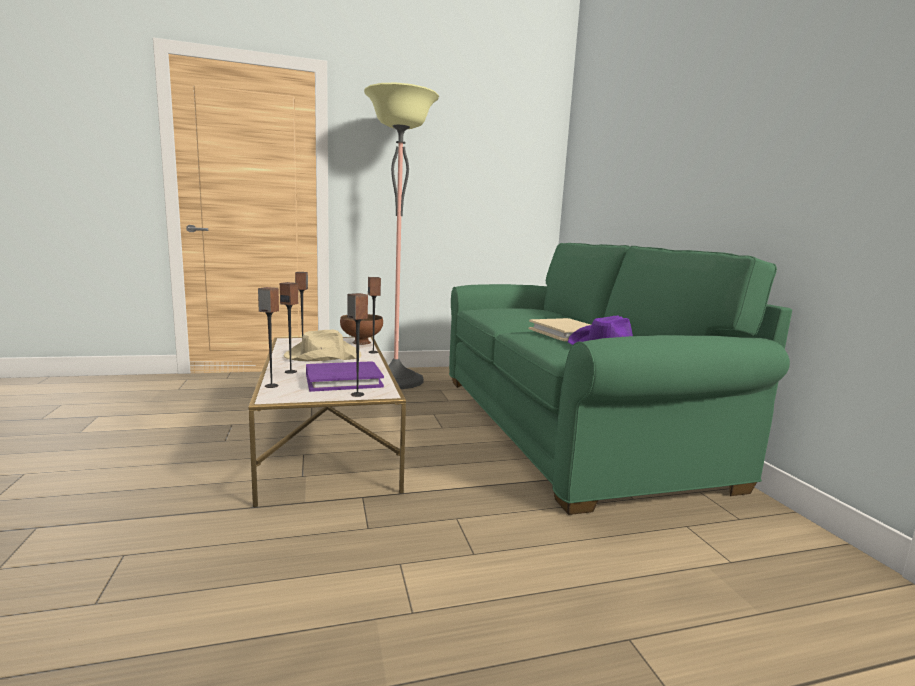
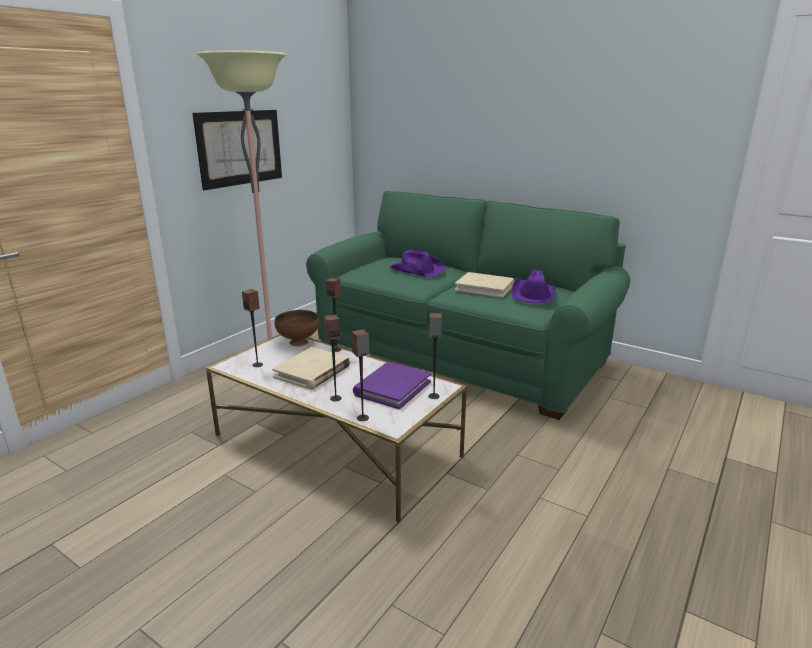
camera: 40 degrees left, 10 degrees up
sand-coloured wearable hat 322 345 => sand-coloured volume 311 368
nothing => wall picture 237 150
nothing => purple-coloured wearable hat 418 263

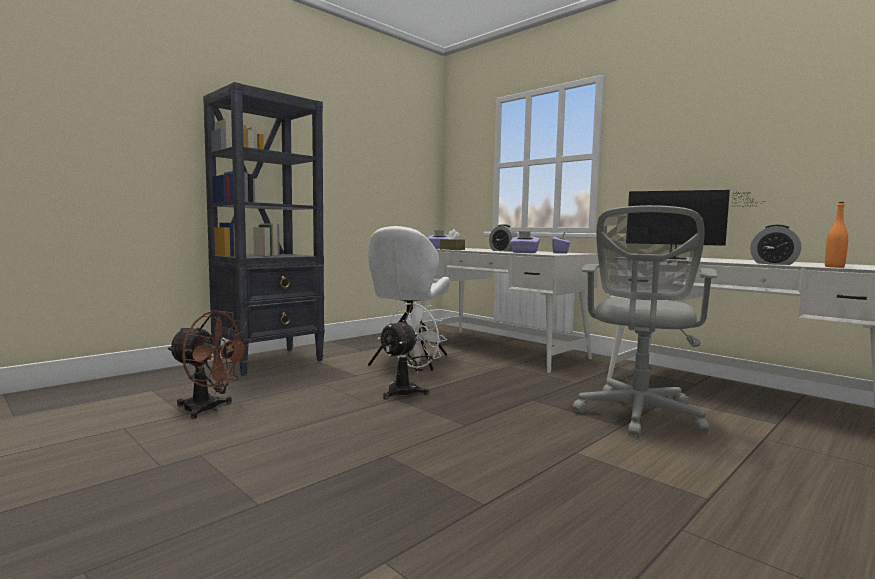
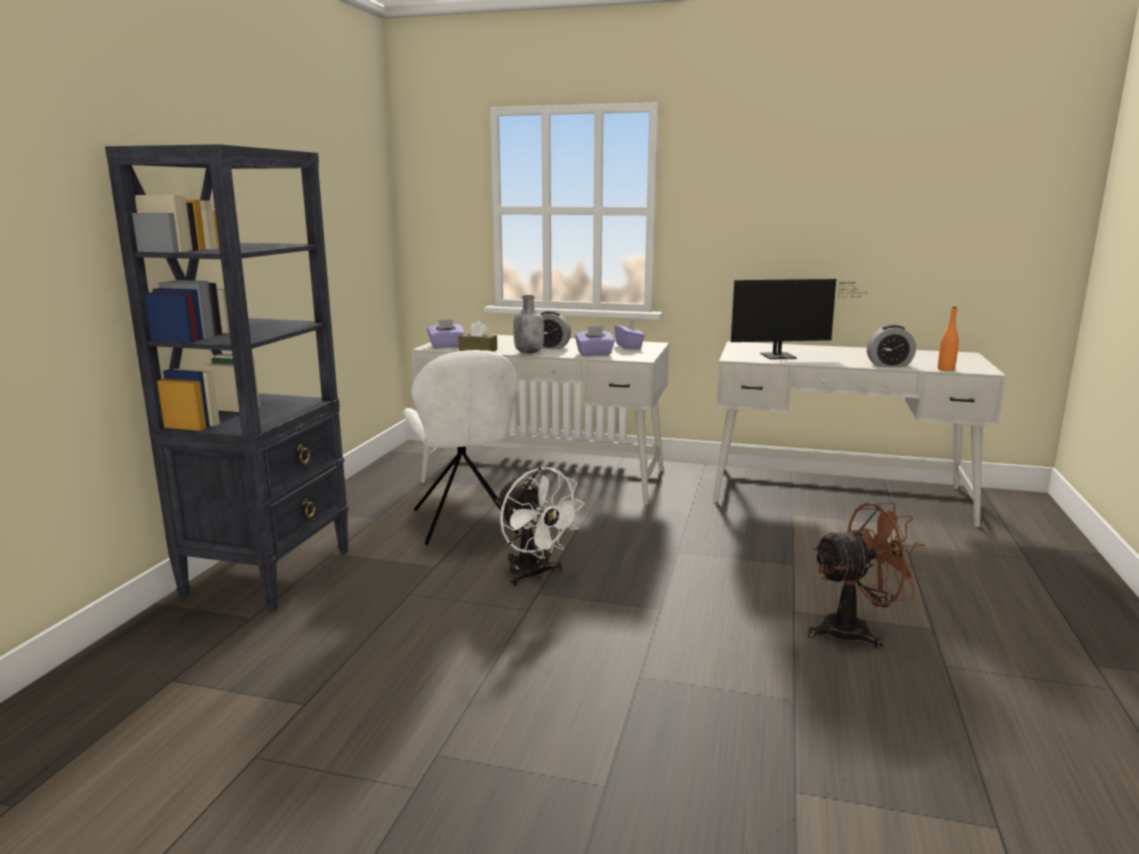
camera: 30 degrees left, 10 degrees up
gray desk chair 645 321 => nothing
white-coloured cooling fan 412 350 => white-coloured cooling fan 540 526, 135 degrees clockwise
brownish cooling fan 209 364 => brownish cooling fan 866 575, moved
nothing => gray bottle 528 324

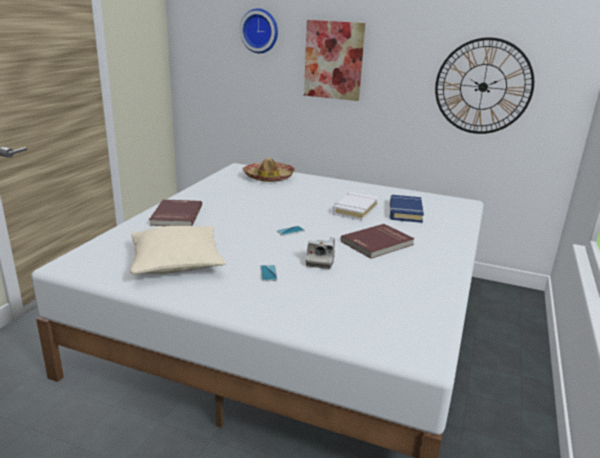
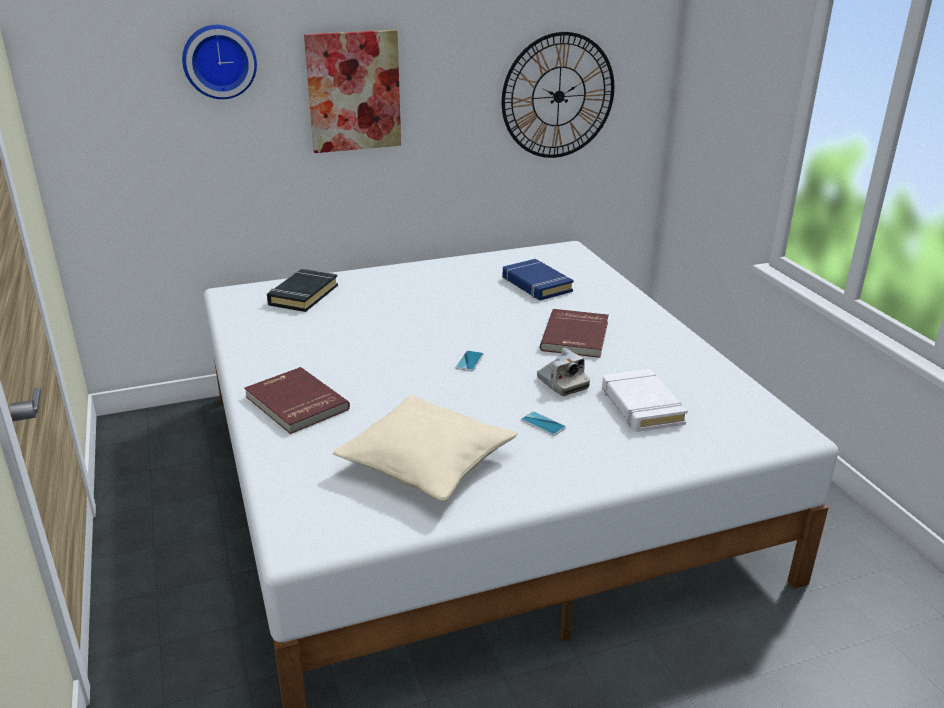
camera: 40 degrees left, 5 degrees up
wearable hat 268 170 => black-coloured volume 302 290
white-coloured volume 355 206 => white-coloured volume 645 400, moved

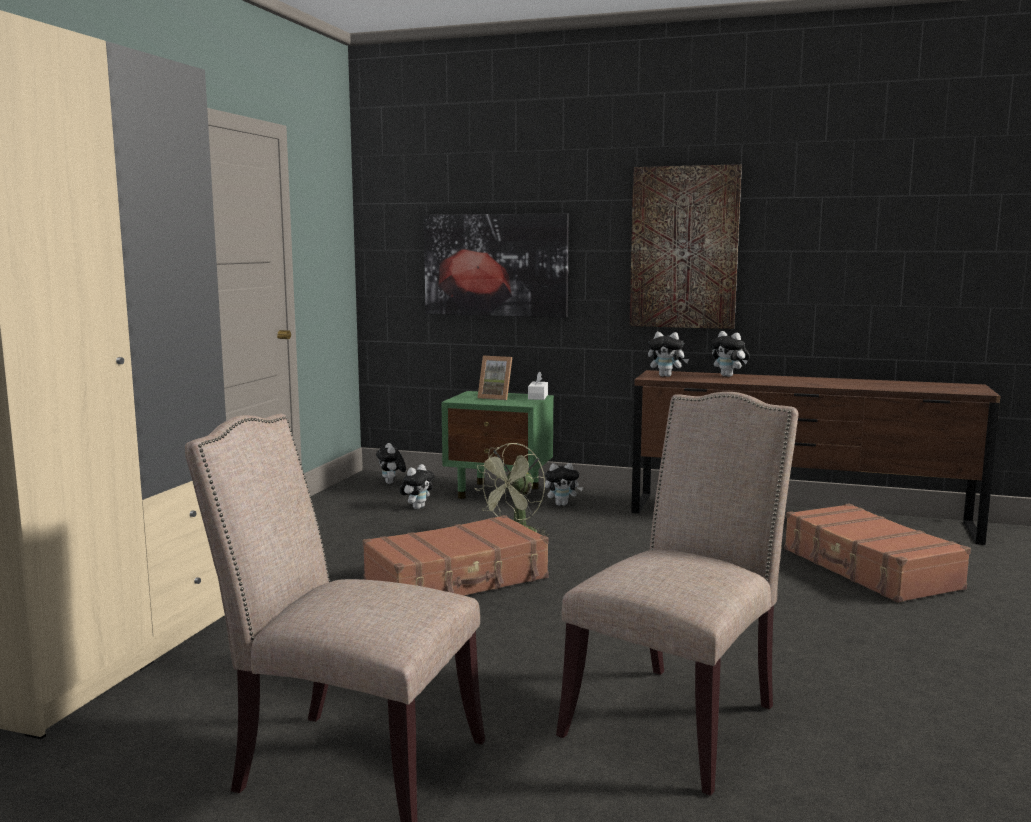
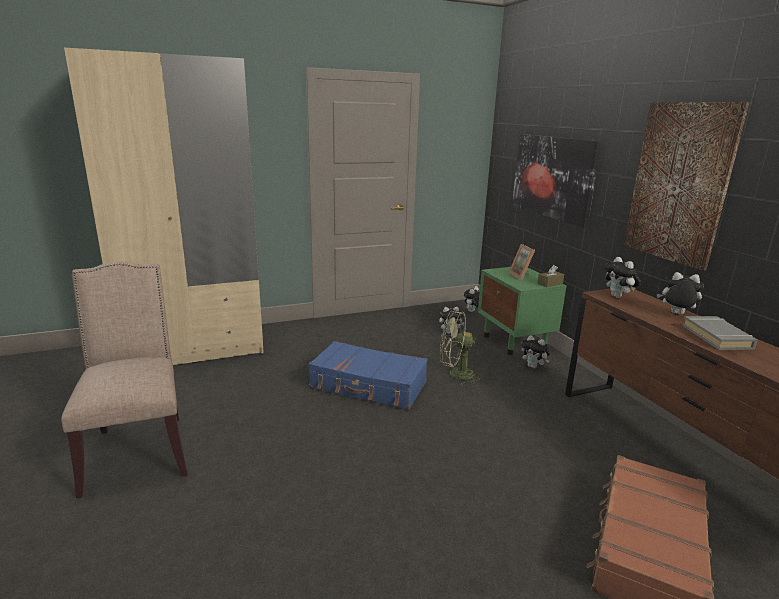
camera: 50 degrees right, 10 degrees up
soft toy 730 354 => soft toy 680 293, 105 degrees clockwise
white-coloured box of tissues 538 385 => brownish box of tissues 550 276
sand-coloured upright chair 677 594 => nothing
brownish suitcase 456 555 => blue suitcase 367 375
nothing => gray volume 720 333

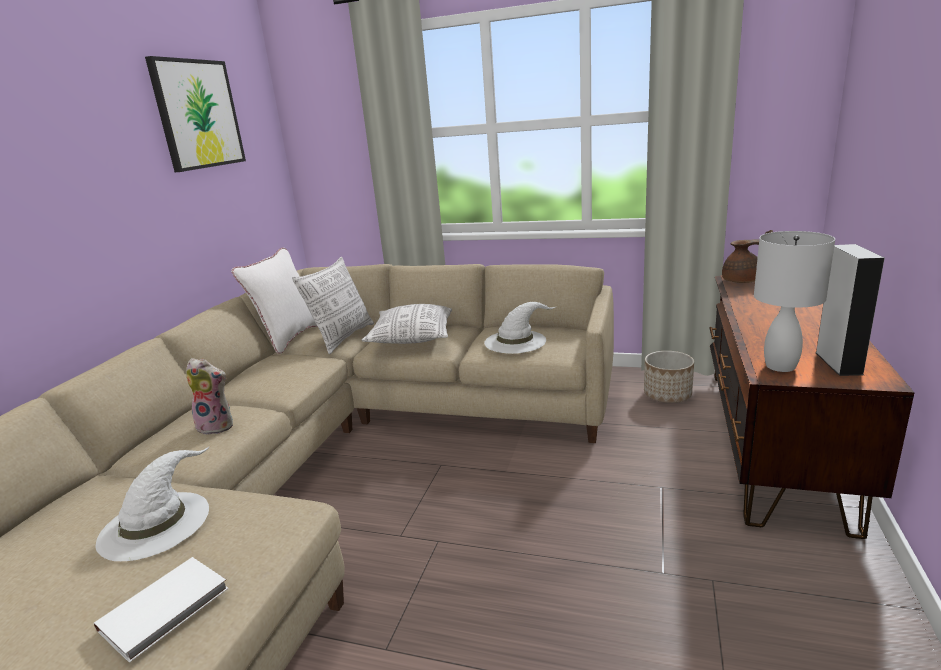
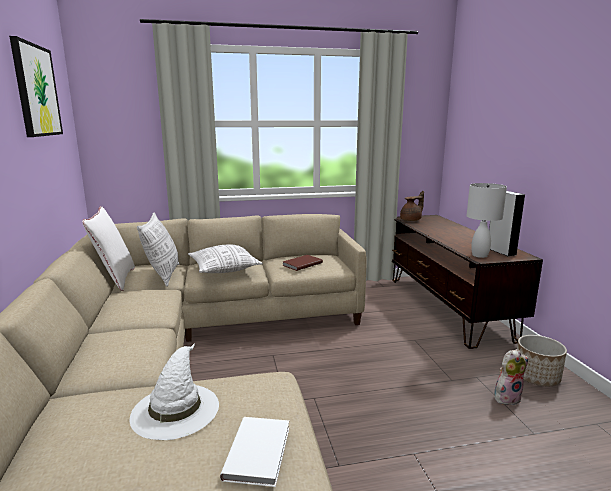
camera: 30 degrees left, 5 degrees down
white-coloured wearable hat 520 328 => brownish volume 302 263
flower pot 669 377 => flower pot 542 360, moved
soft toy 209 396 => soft toy 511 377, moved

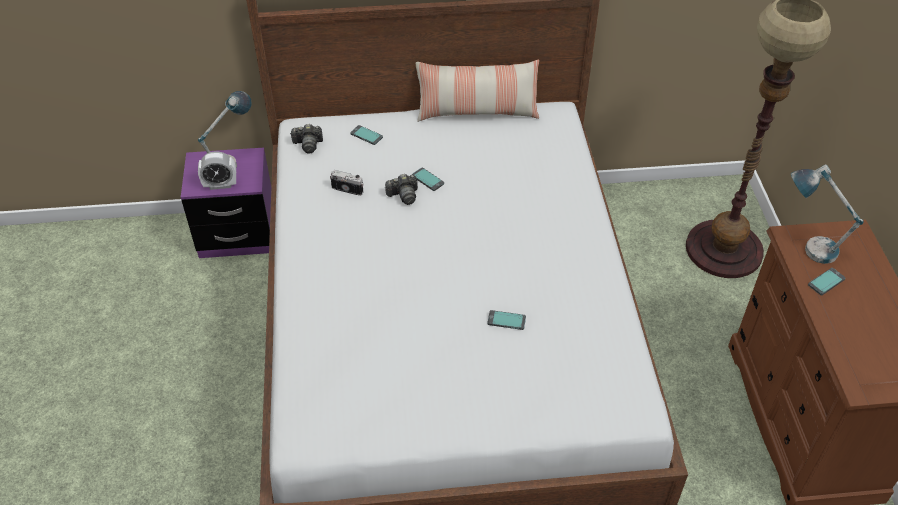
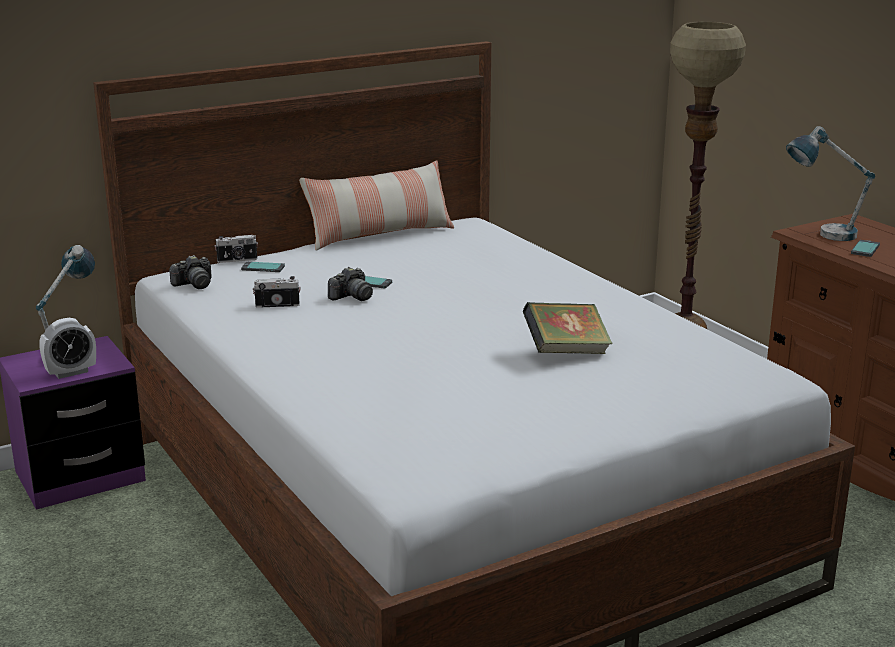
camera: 25 degrees left, 25 degrees down
telephone 506 320 => volume 567 328
nothing => photo camera 236 249

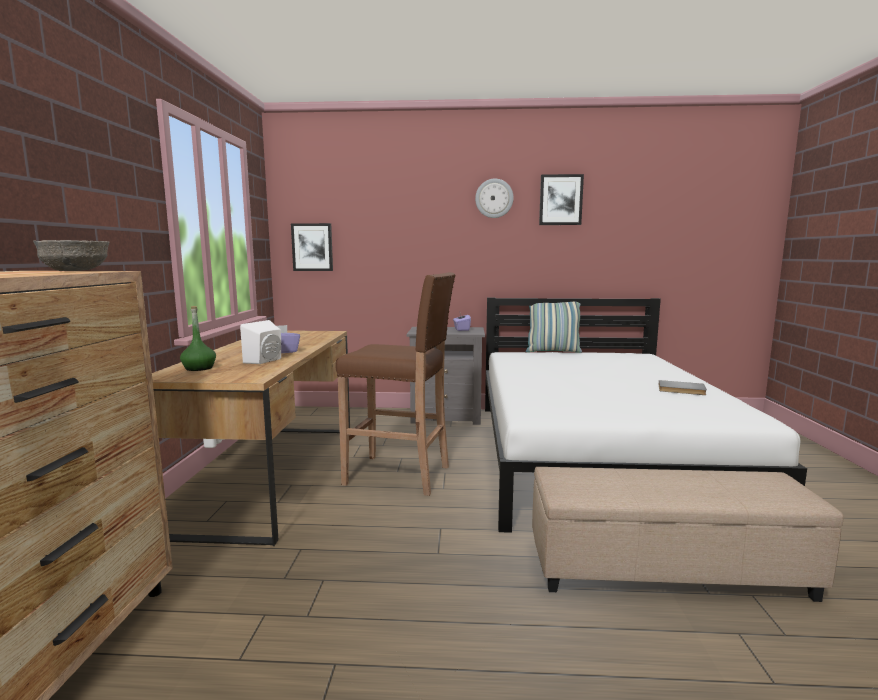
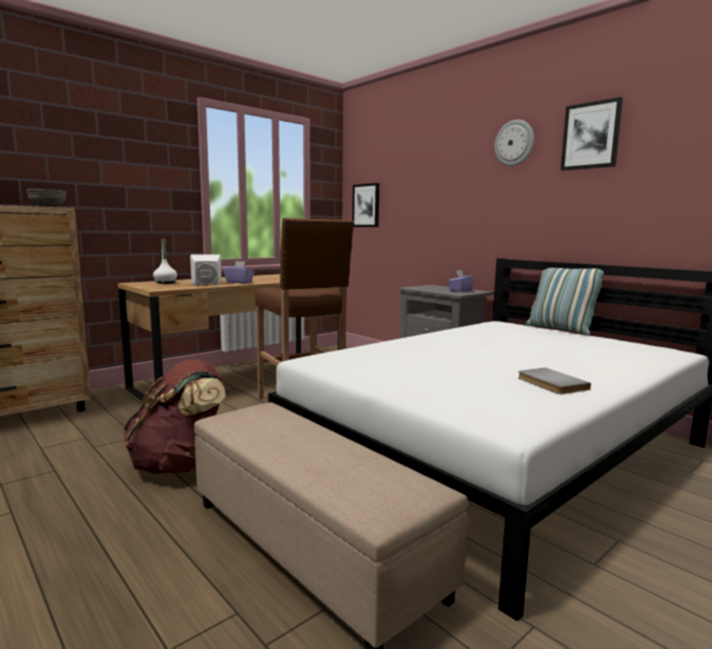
camera: 45 degrees right, 0 degrees up
greenish bottle 198 338 => white-coloured bottle 165 261
nothing => brownish knapsack 174 417

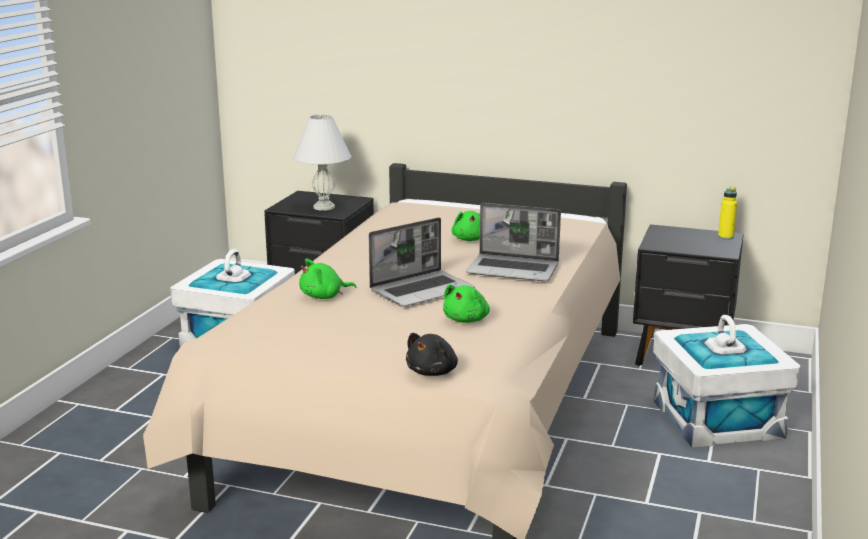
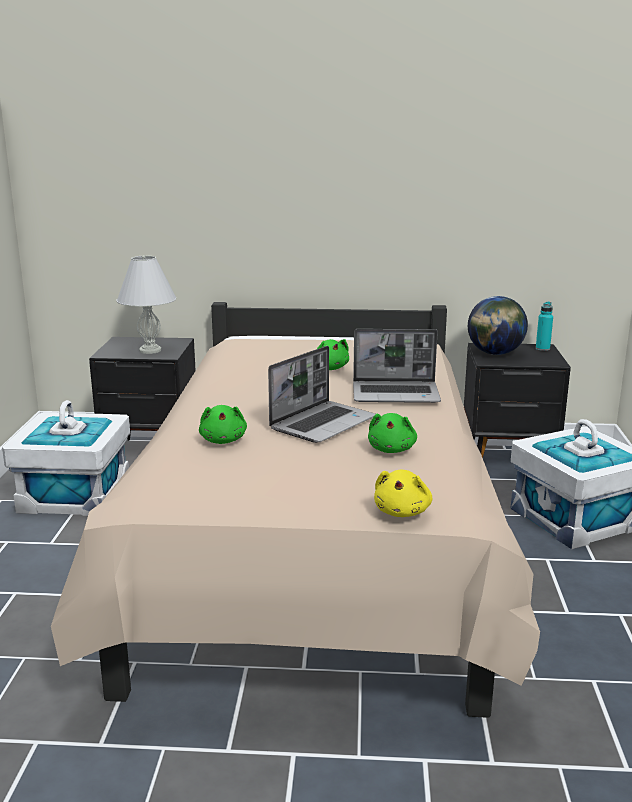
camera: 15 degrees left, 0 degrees up
yellow-coloured bottle 727 213 => turquoise-coloured bottle 544 326
greenish soft toy 327 279 => greenish soft toy 223 424, 60 degrees counterclockwise
black-coloured soft toy 432 354 => yellow-coloured soft toy 403 493
nothing => globe 498 325

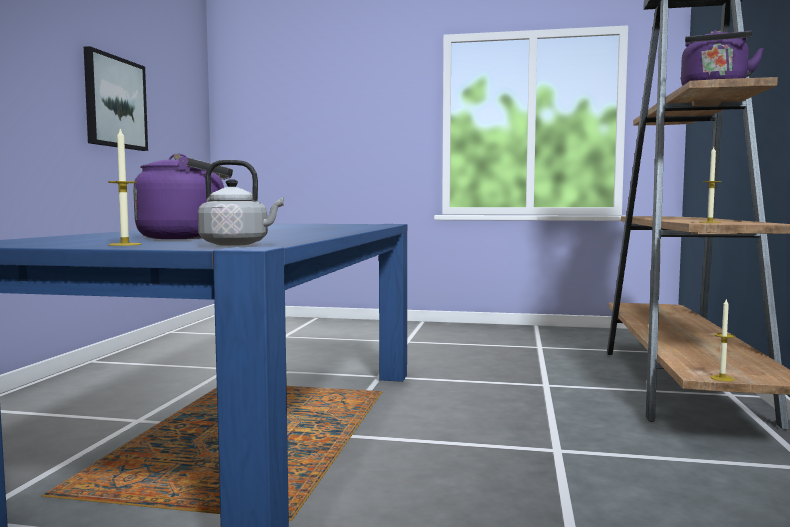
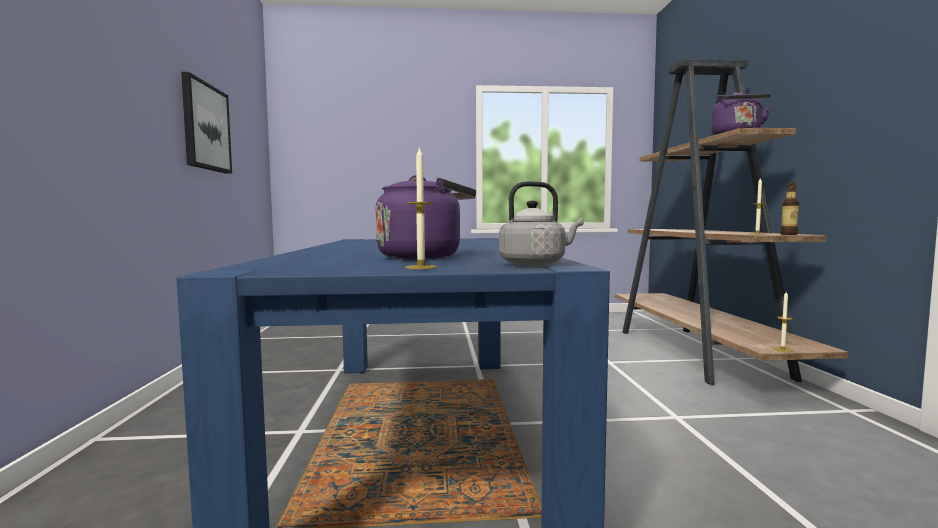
camera: 15 degrees left, 0 degrees up
nothing => bottle 789 208

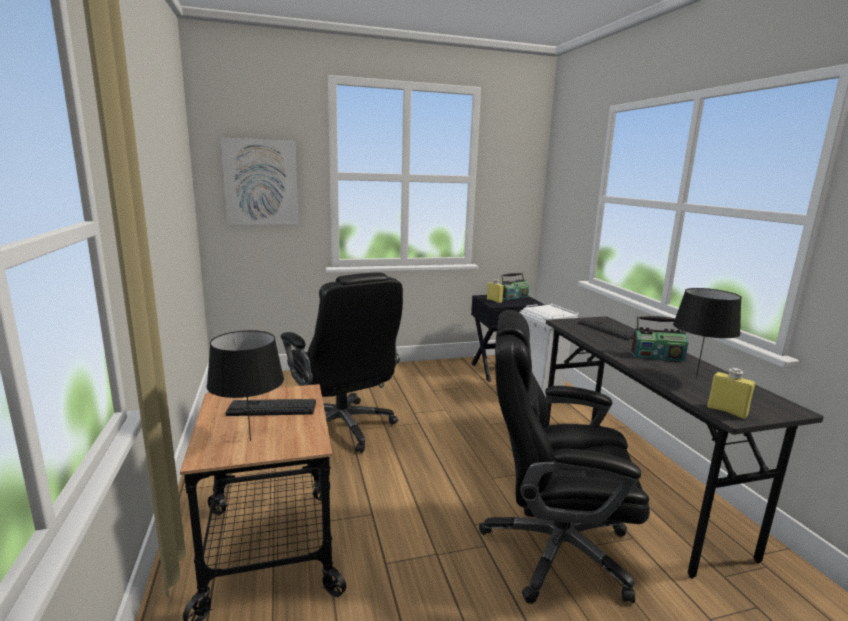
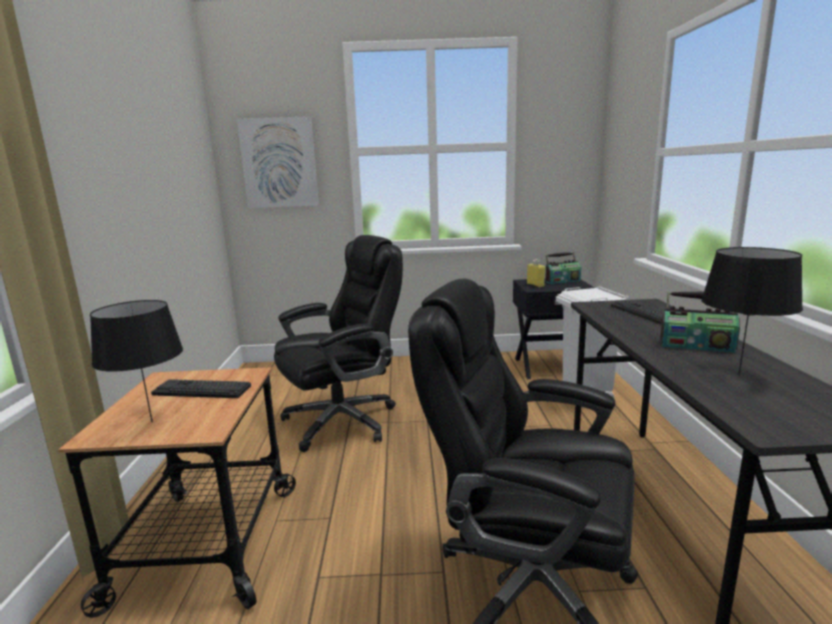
camera: 15 degrees right, 0 degrees up
black-coloured desk chair 342 362 => black-coloured desk chair 338 343, 105 degrees counterclockwise
yellow-coloured bottle 731 393 => nothing

